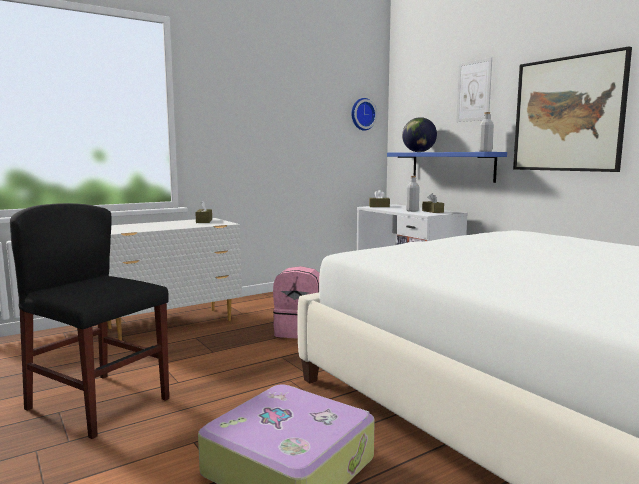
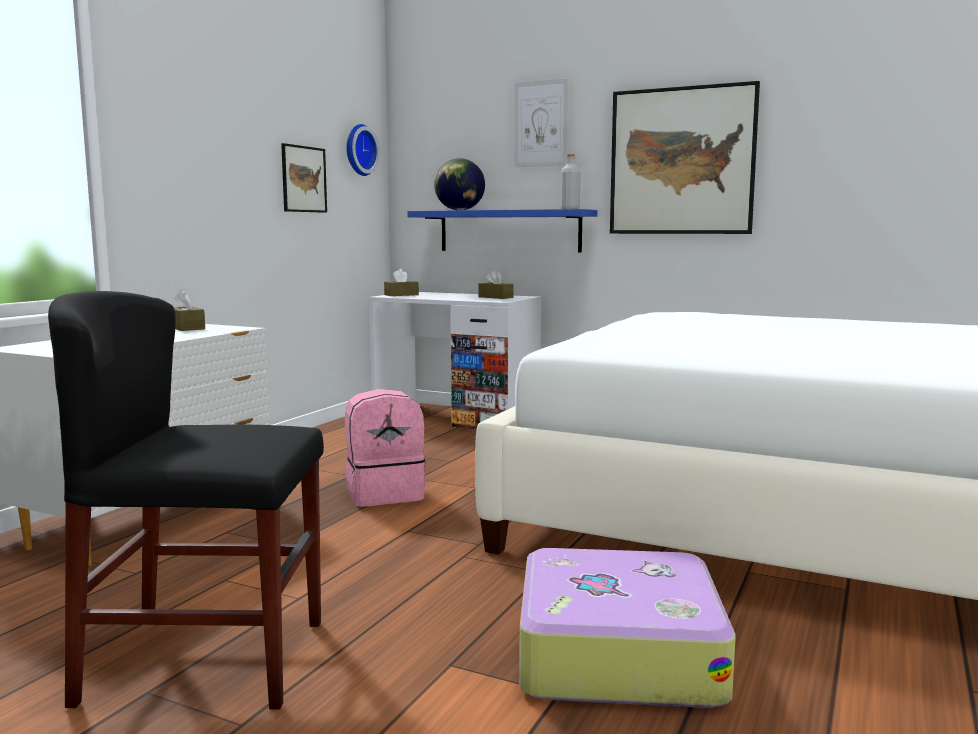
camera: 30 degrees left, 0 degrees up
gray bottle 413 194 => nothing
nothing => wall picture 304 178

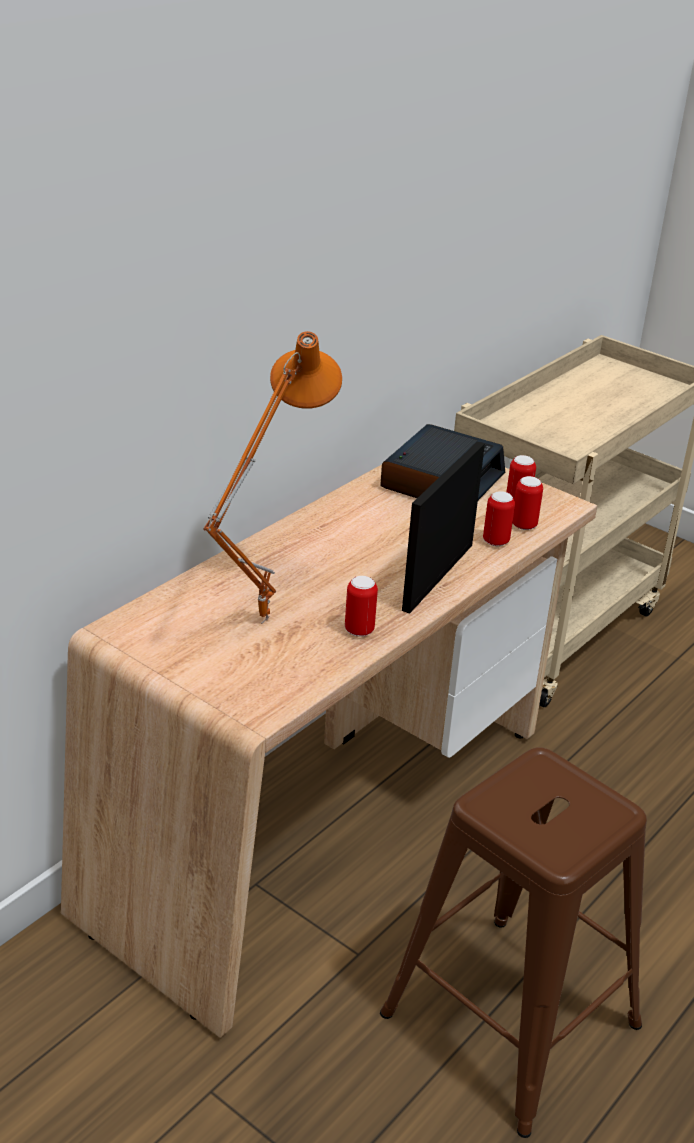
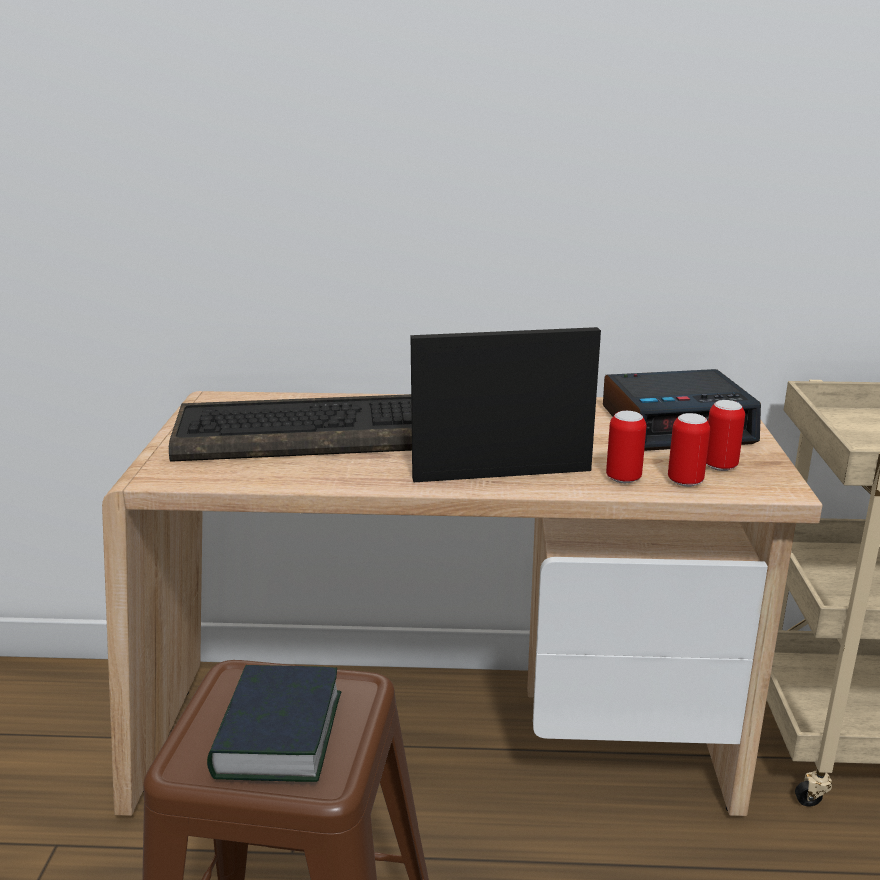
camera: 55 degrees right, 10 degrees down
orange-coloured table lamp 273 477 => keyboard 290 428
metal can 361 606 => nothing
nothing => volume 274 723

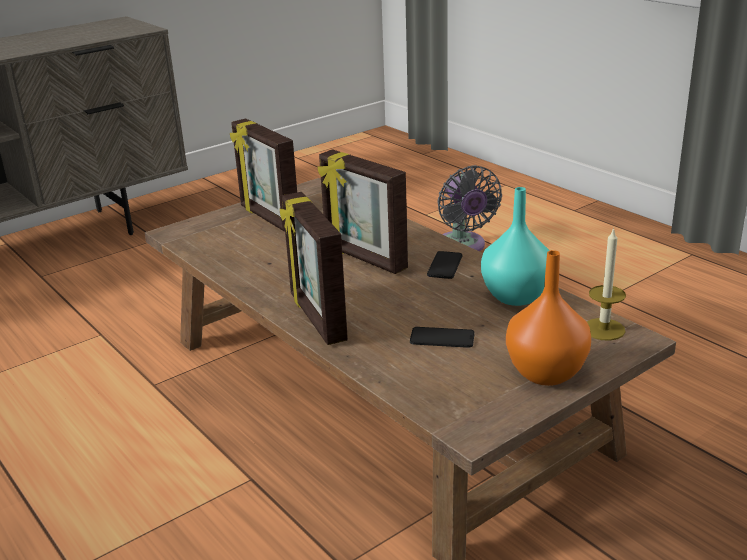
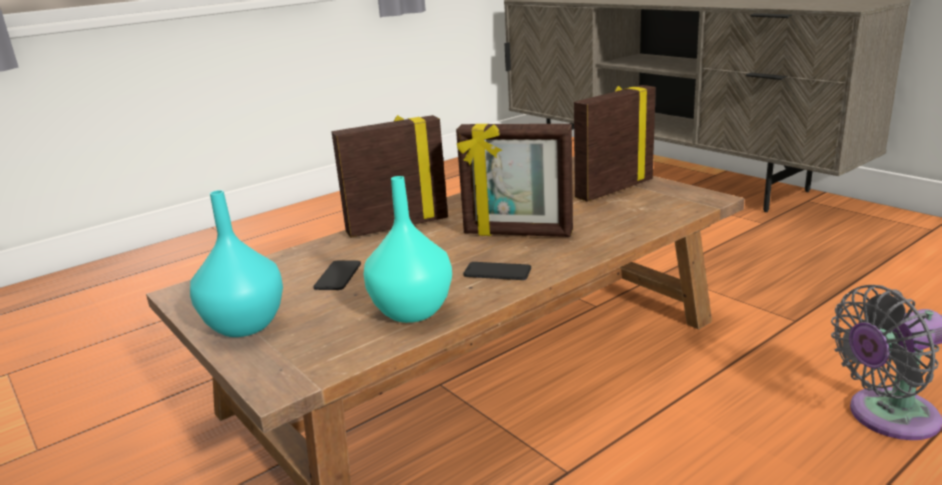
camera: 90 degrees right, 5 degrees down
photo frame 363 211 => photo frame 514 180, 120 degrees counterclockwise
candle 606 284 => nothing
orange-coloured decorative vase 548 318 => turquoise-coloured decorative vase 236 263

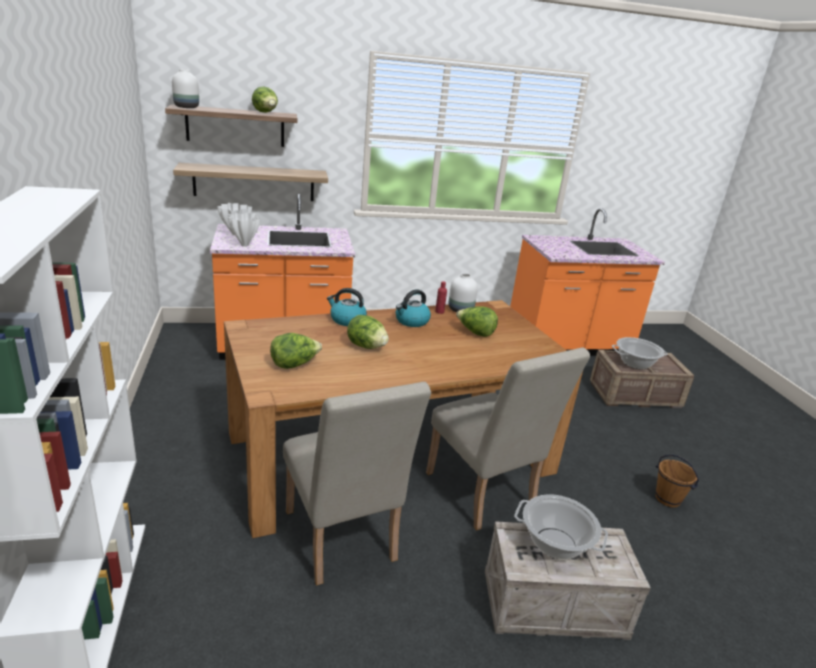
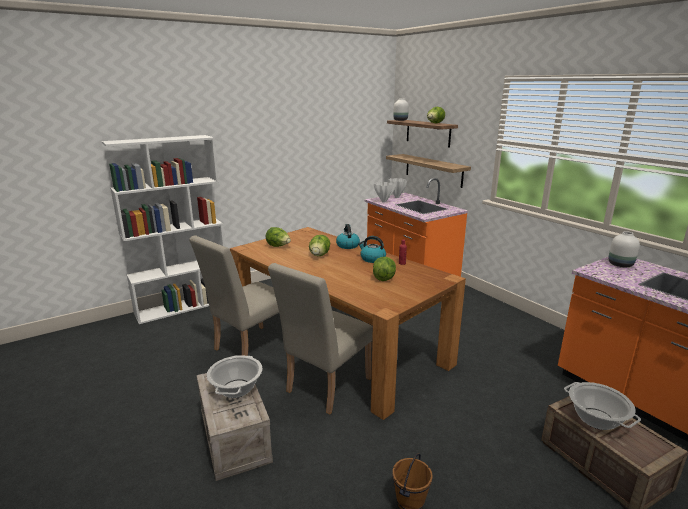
camera: 70 degrees right, 5 degrees down
white-coloured decorative vase 463 293 => white-coloured decorative vase 624 249, moved

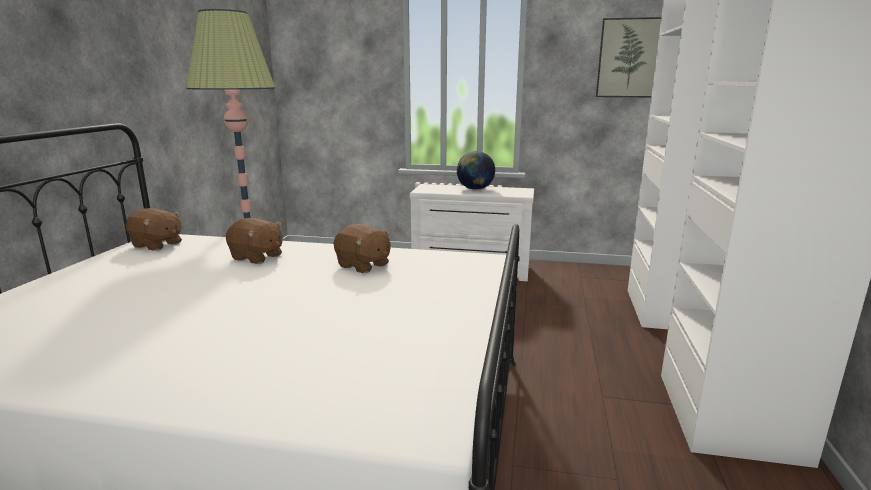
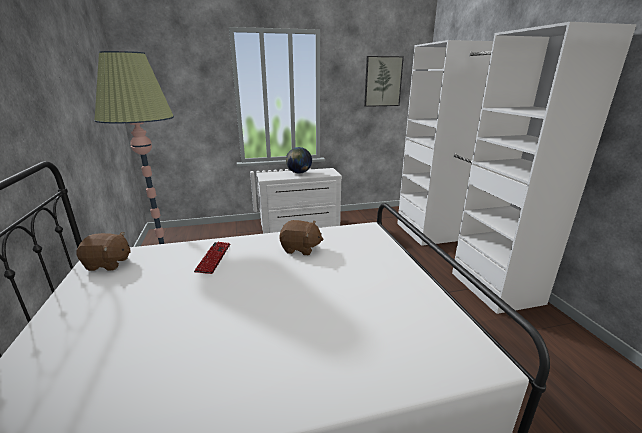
camera: 25 degrees left, 5 degrees up
brownish soft toy 254 241 => keyboard 212 258

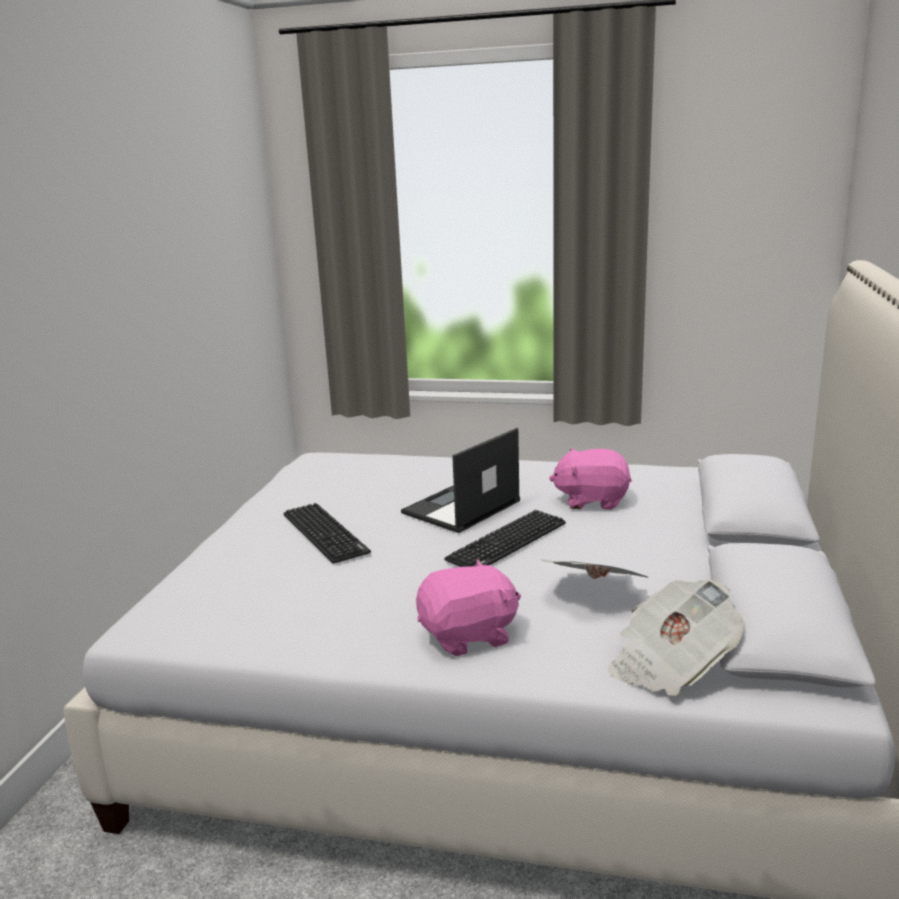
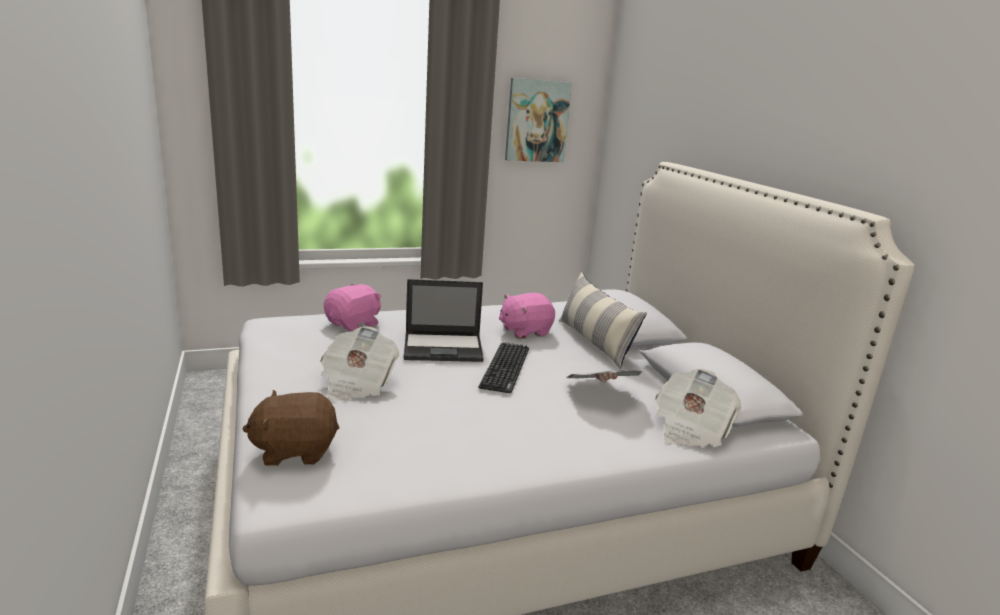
camera: 35 degrees left, 0 degrees up
laptop 460 480 => laptop 443 320, 105 degrees counterclockwise
keyboard 327 533 => daily paper 360 363
pink soft toy 468 607 => pink soft toy 353 307, moved
nothing => wall picture 538 120
nothing => pillow 603 320
nothing => brownish soft toy 290 428

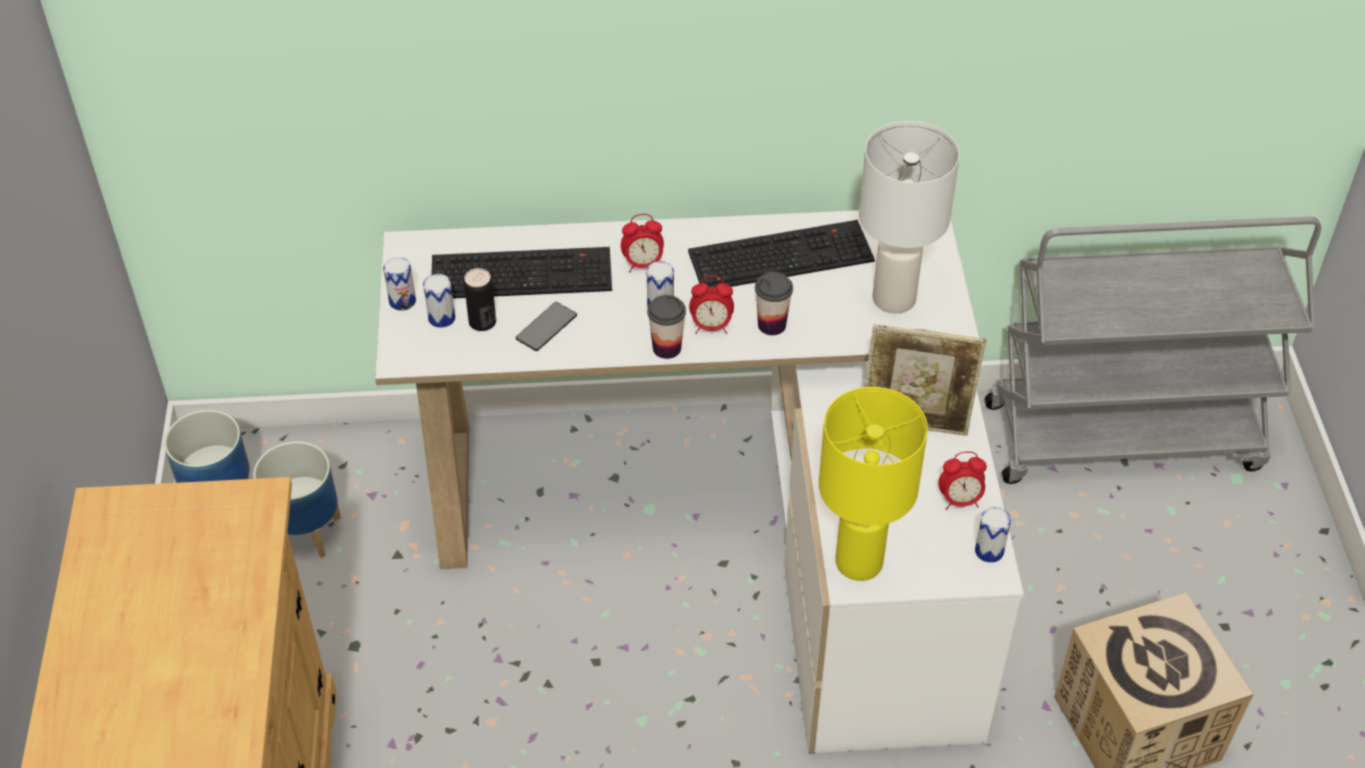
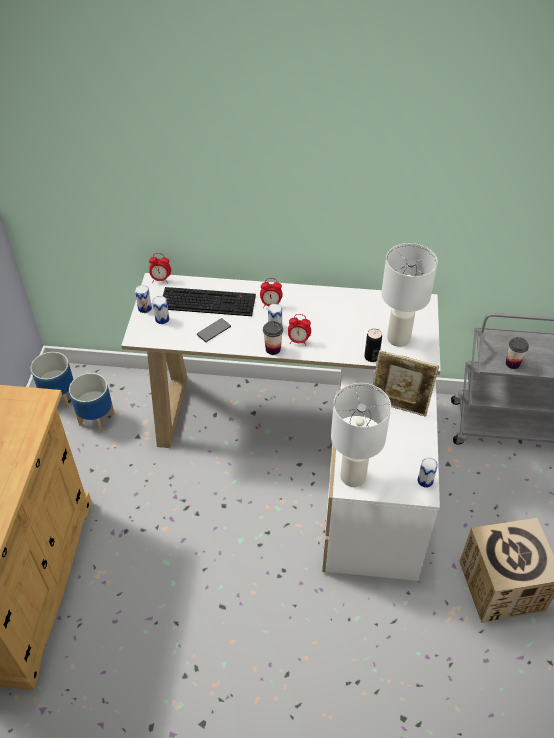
camera: 10 degrees right, 0 degrees up
keyboard 781 253 => nothing
metal can 480 299 => metal can 373 345, moved
cup 774 303 => cup 517 353, moved
yellow-coloured table lamp 873 484 => white-coloured table lamp 361 435
bedside clock 962 480 => bedside clock 160 268, moved

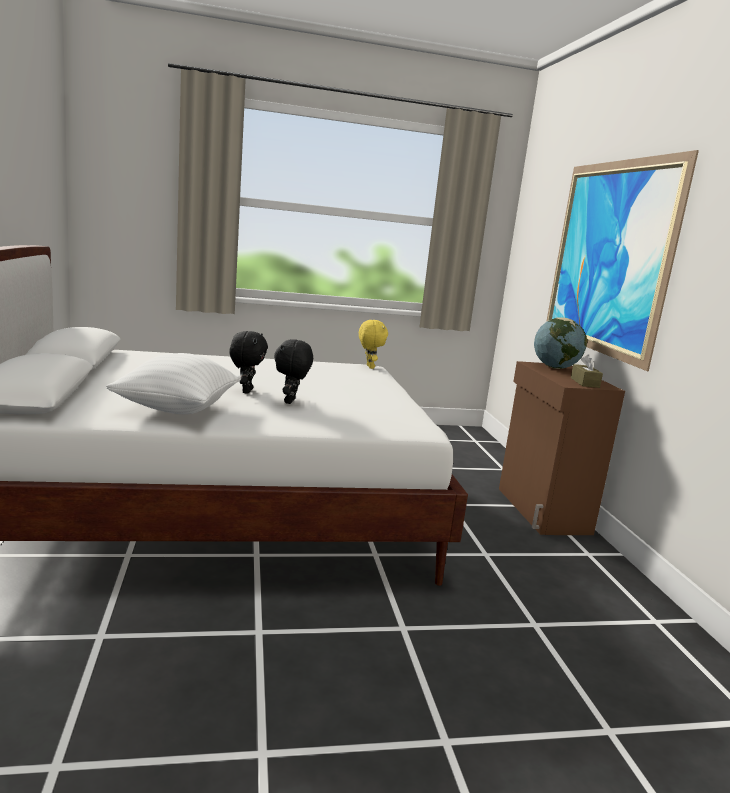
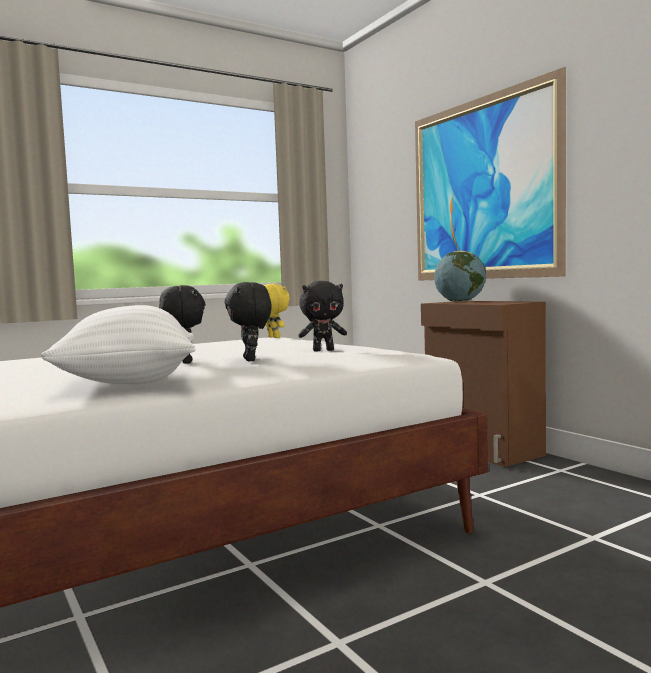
camera: 20 degrees left, 10 degrees down
brownish box of tissues 587 371 => nothing
nothing => black-coloured soft toy 322 316

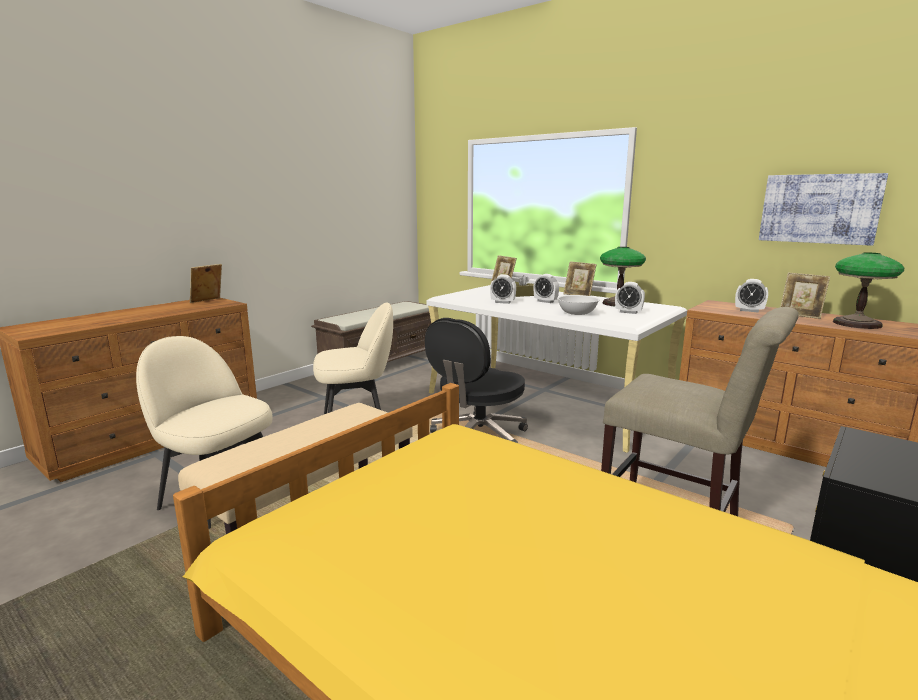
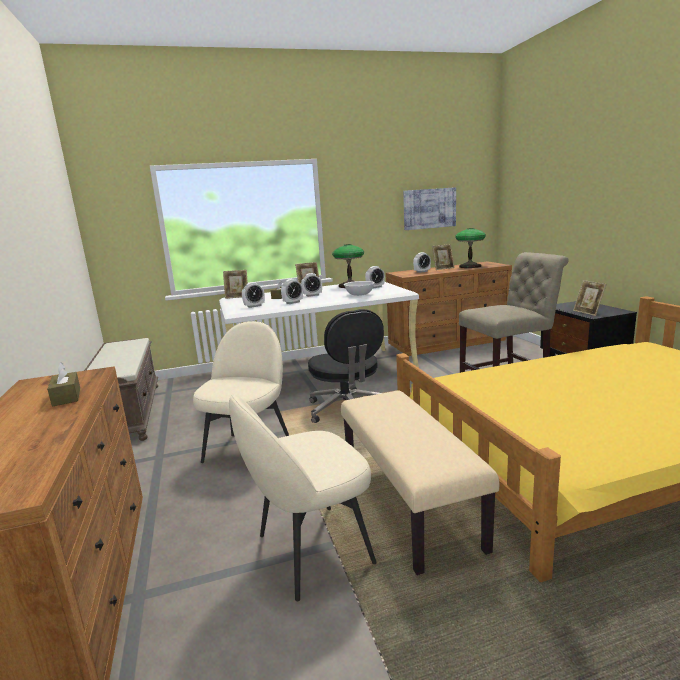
camera: 55 degrees left, 0 degrees up
photo frame 206 283 => photo frame 590 298, moved
nothing => bedside clock 253 295
nothing => brownish box of tissues 63 384

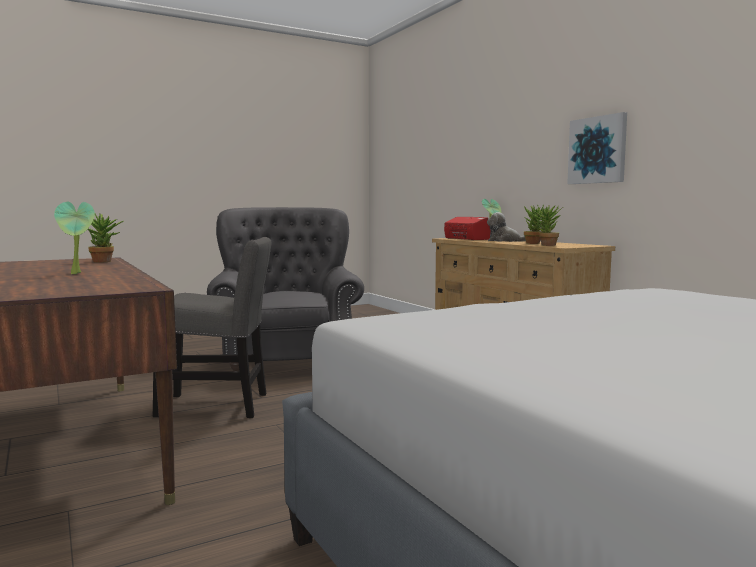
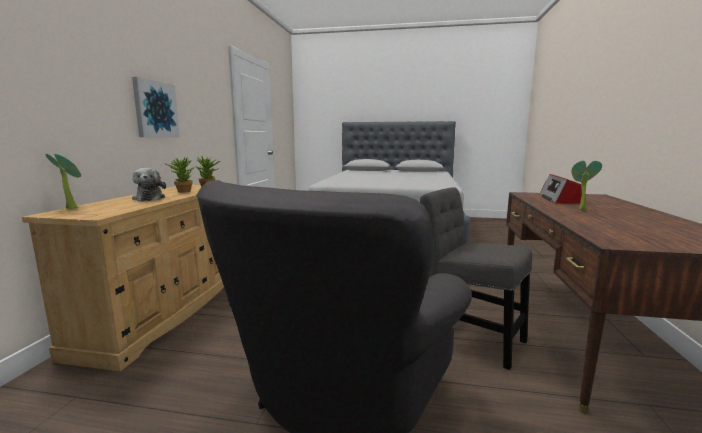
camera: 140 degrees left, 5 degrees up
plant in a pot 105 238 => nothing
radio receiver 467 228 => radio receiver 560 189, moved

